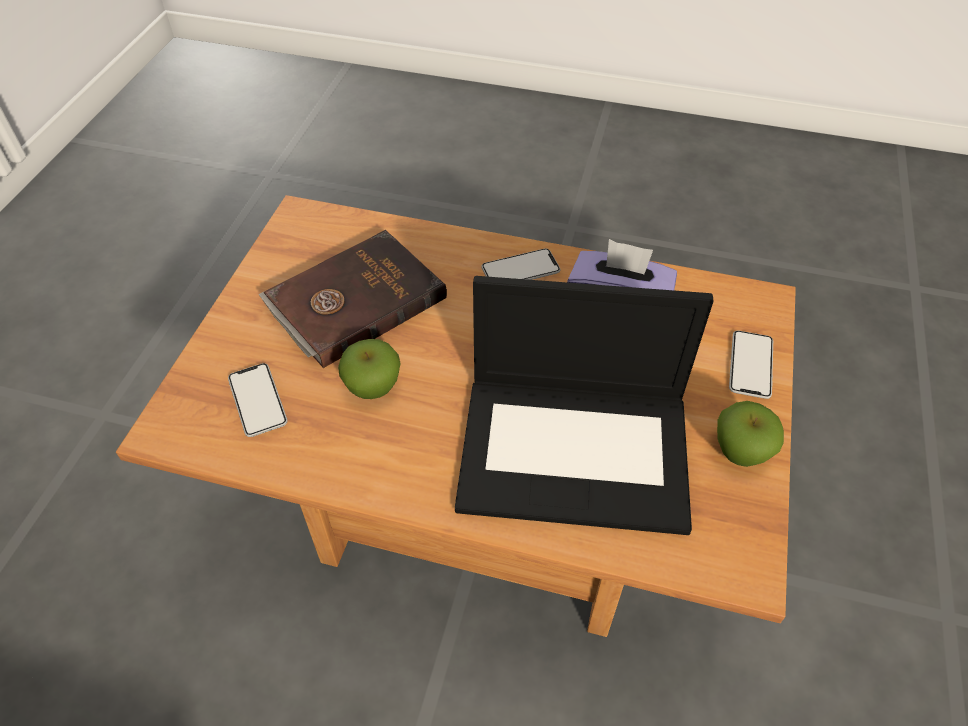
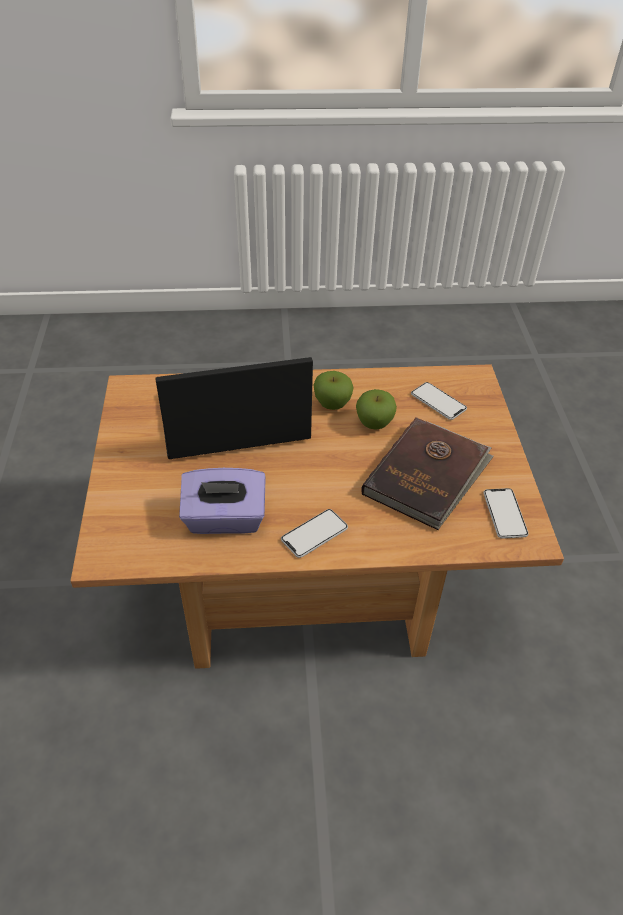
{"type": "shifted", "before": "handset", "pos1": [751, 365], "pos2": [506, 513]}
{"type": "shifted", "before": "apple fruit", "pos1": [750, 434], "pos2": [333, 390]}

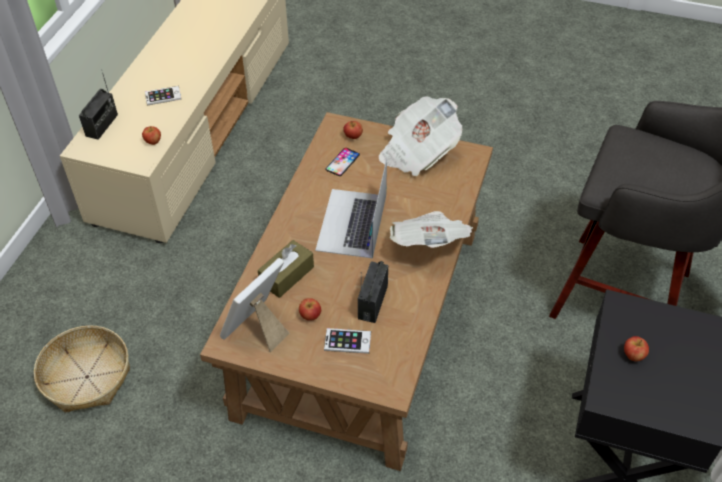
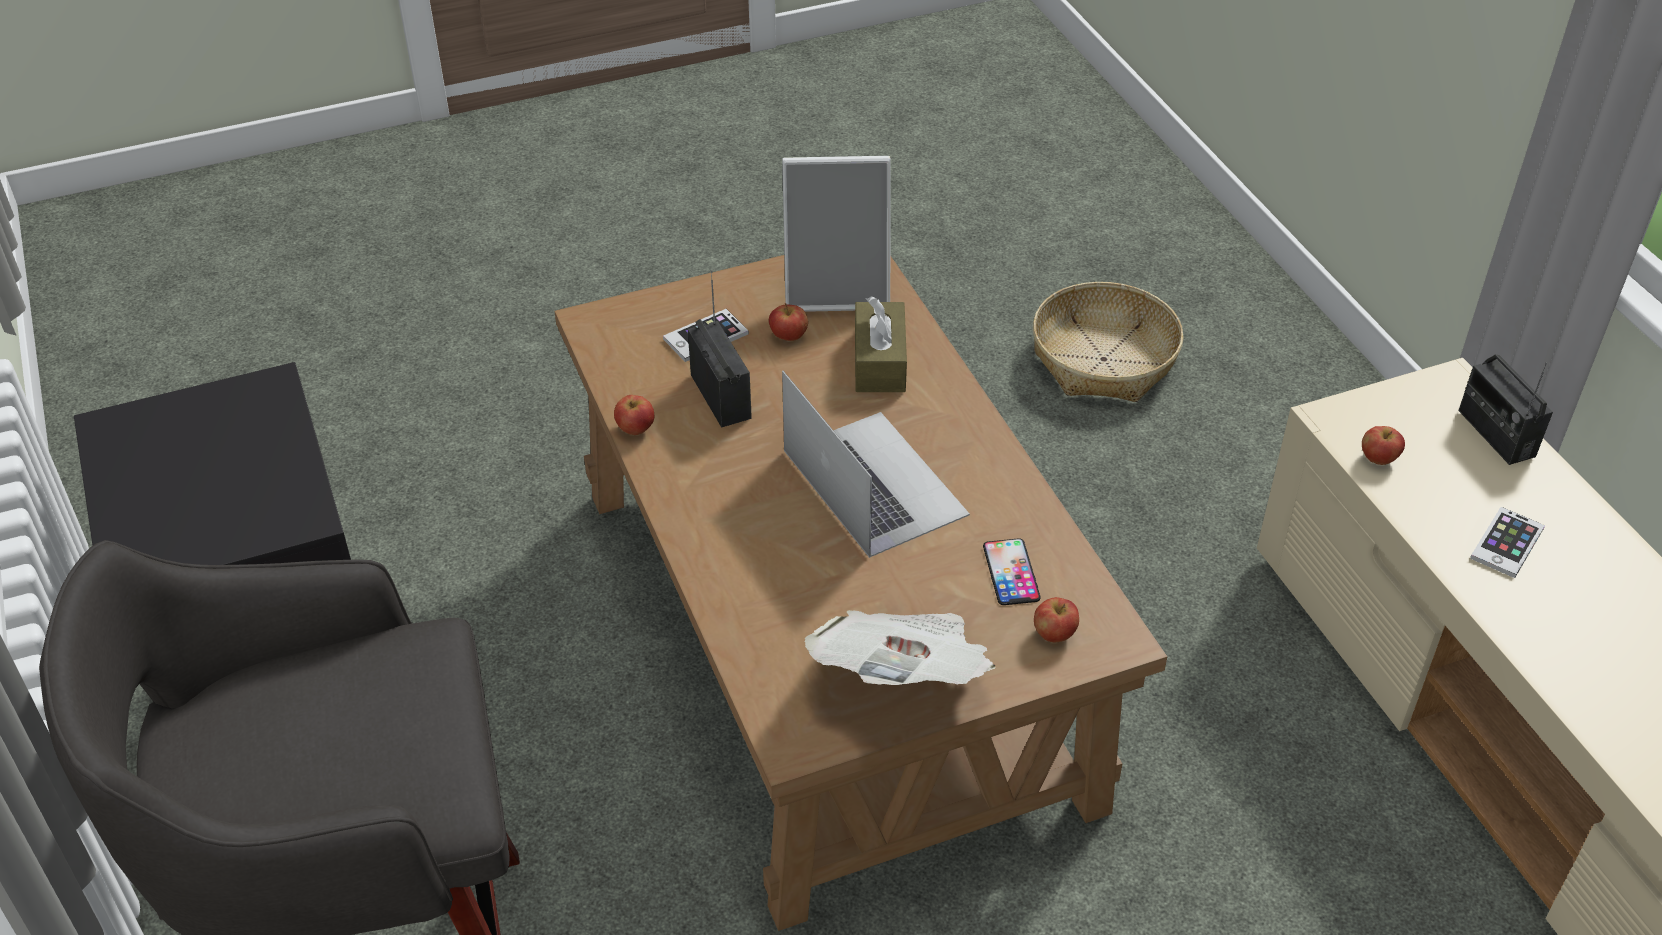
{"type": "gone", "before": "newspaper", "pos1": [431, 229]}
{"type": "rotated", "before": "photo frame", "pos1": [255, 305], "pos2": [836, 234], "turn": 90}
{"type": "shifted", "before": "apple fruit", "pos1": [636, 348], "pos2": [634, 415]}

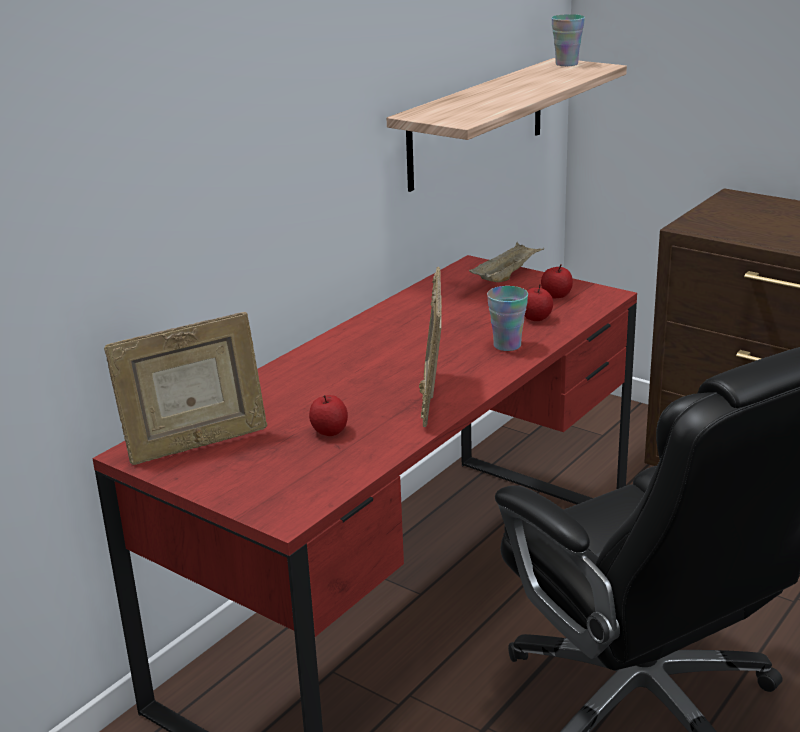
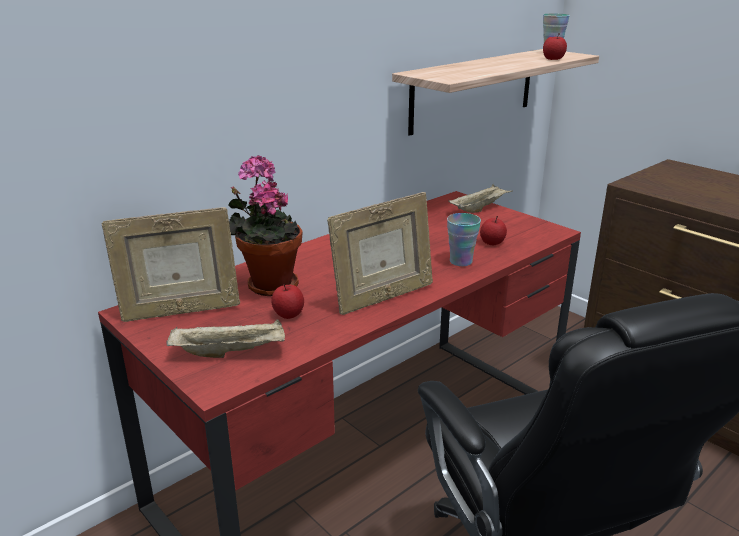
{"type": "shifted", "before": "apple fruit", "pos1": [557, 282], "pos2": [555, 46]}
{"type": "rotated", "before": "photo frame", "pos1": [430, 347], "pos2": [380, 253], "turn": -135}
{"type": "new", "after": "plant in a pot", "pos2": [265, 225]}
{"type": "new", "after": "beige-coloured tray", "pos2": [225, 338]}

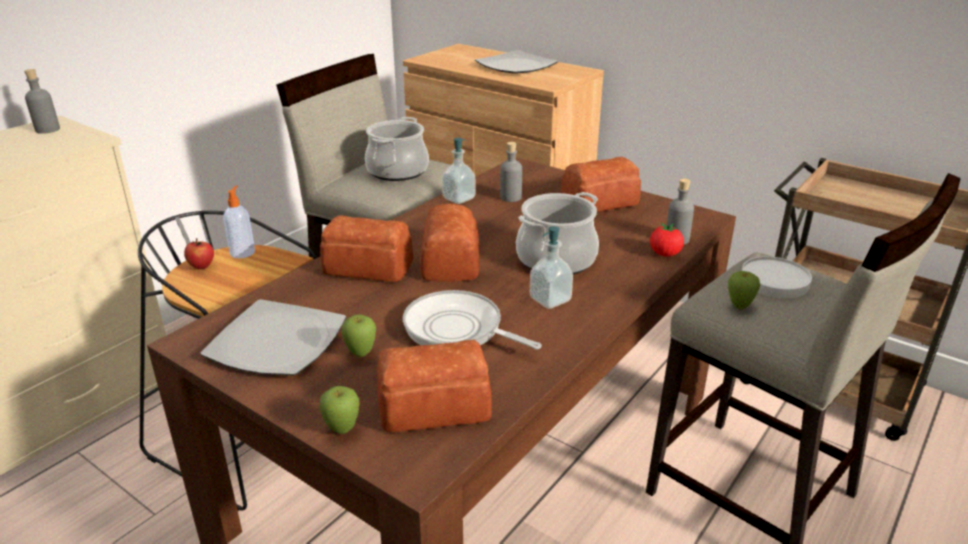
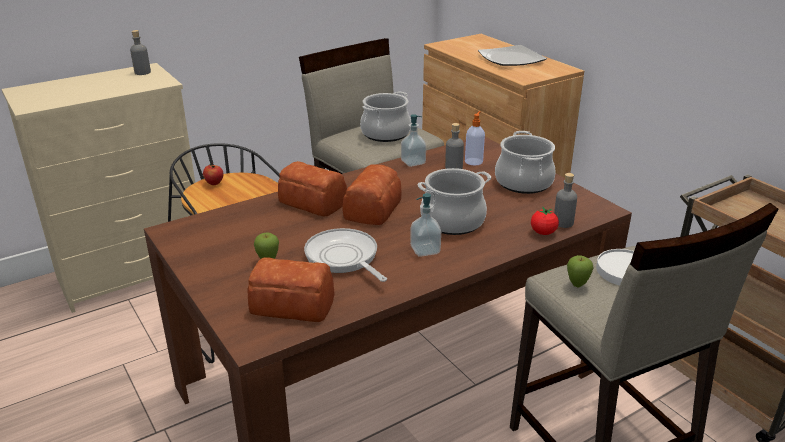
{"type": "swapped", "before": "bakery bread", "after": "stockpot", "pos1": [601, 184], "pos2": [525, 162]}
{"type": "shifted", "before": "liquid soap bottle", "pos1": [239, 221], "pos2": [475, 138]}
{"type": "gone", "before": "flat dish", "pos1": [273, 337]}
{"type": "gone", "before": "apple fruit", "pos1": [339, 410]}

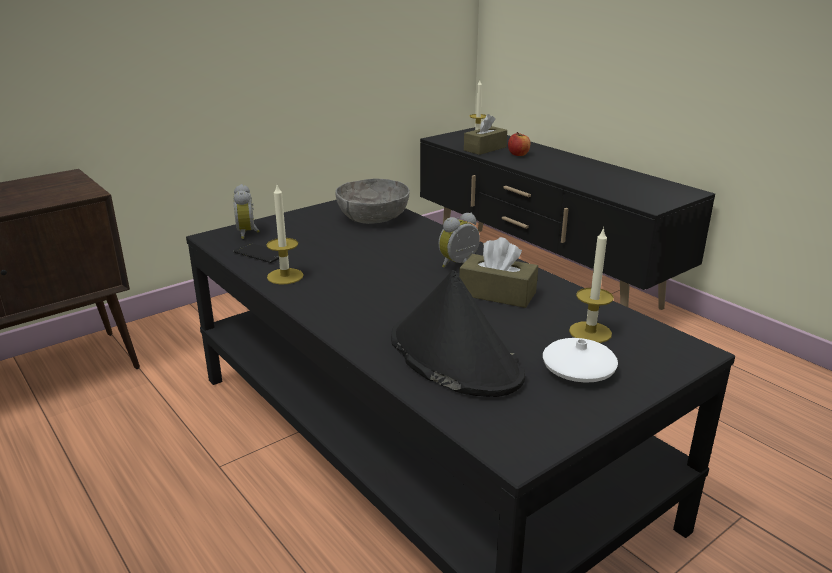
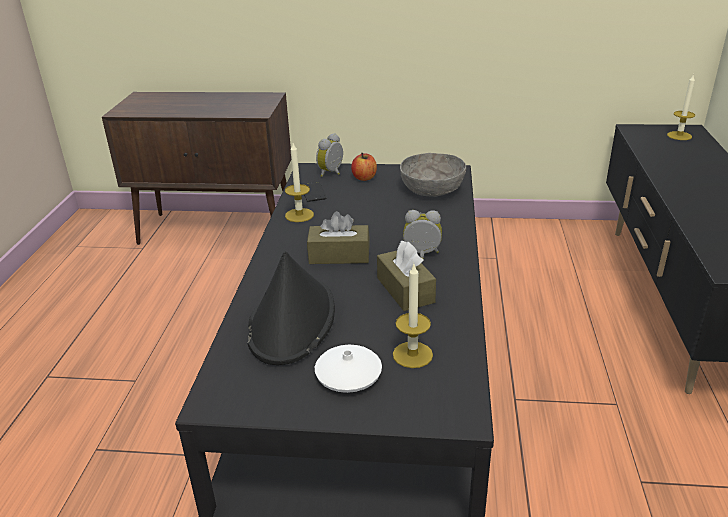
{"type": "shifted", "before": "brownish box of tissues", "pos1": [485, 134], "pos2": [338, 237]}
{"type": "shifted", "before": "apple fruit", "pos1": [519, 144], "pos2": [364, 167]}

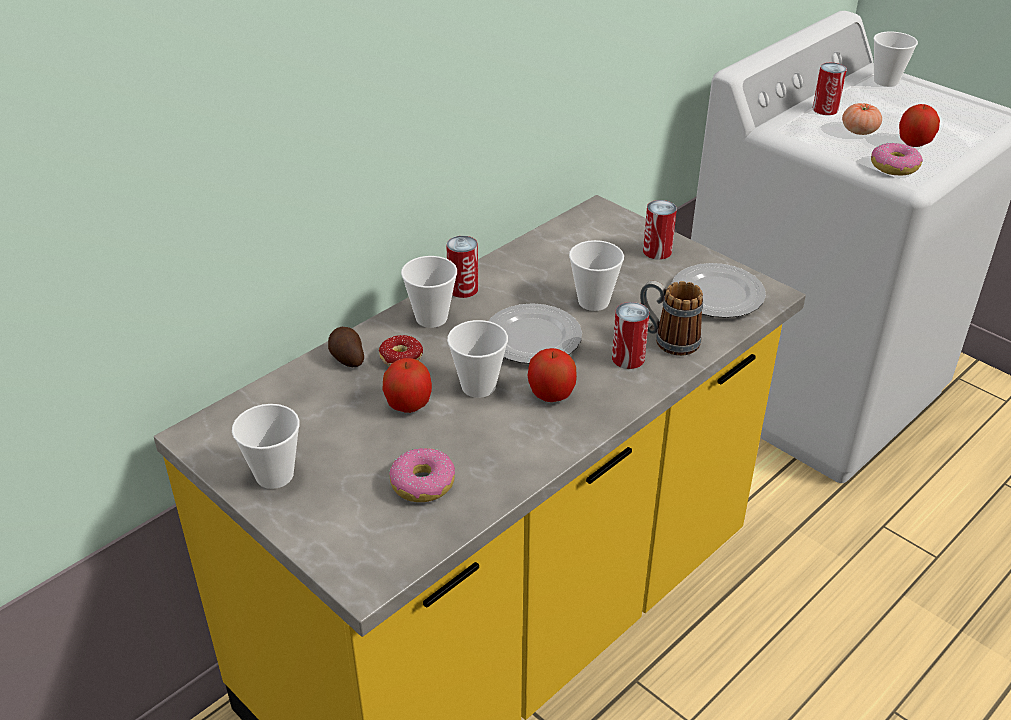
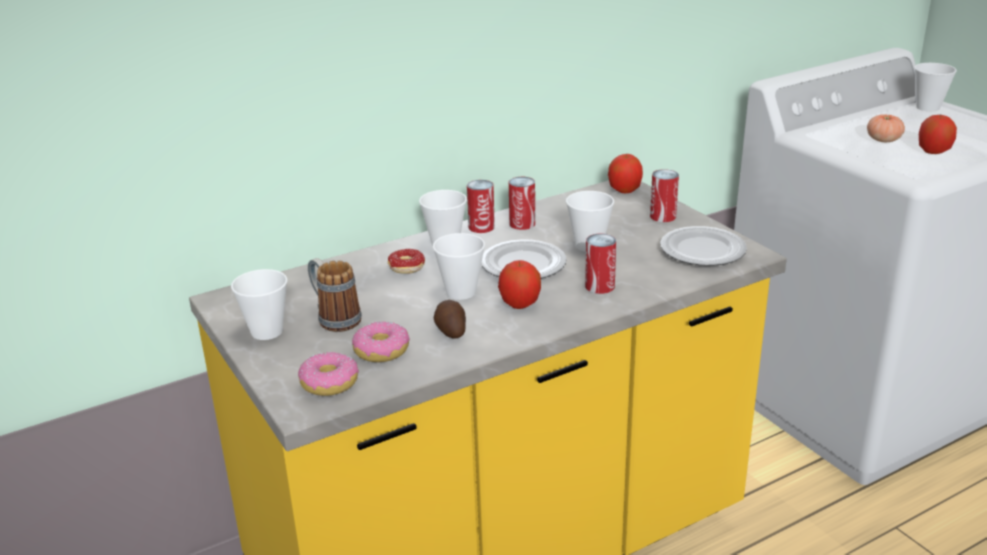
{"type": "shifted", "before": "can", "pos1": [830, 89], "pos2": [522, 203]}
{"type": "shifted", "before": "donut", "pos1": [897, 159], "pos2": [328, 373]}
{"type": "shifted", "before": "tea mug", "pos1": [671, 318], "pos2": [335, 295]}
{"type": "shifted", "before": "whole potato", "pos1": [346, 347], "pos2": [450, 319]}
{"type": "shifted", "before": "apple fruit", "pos1": [407, 385], "pos2": [625, 173]}

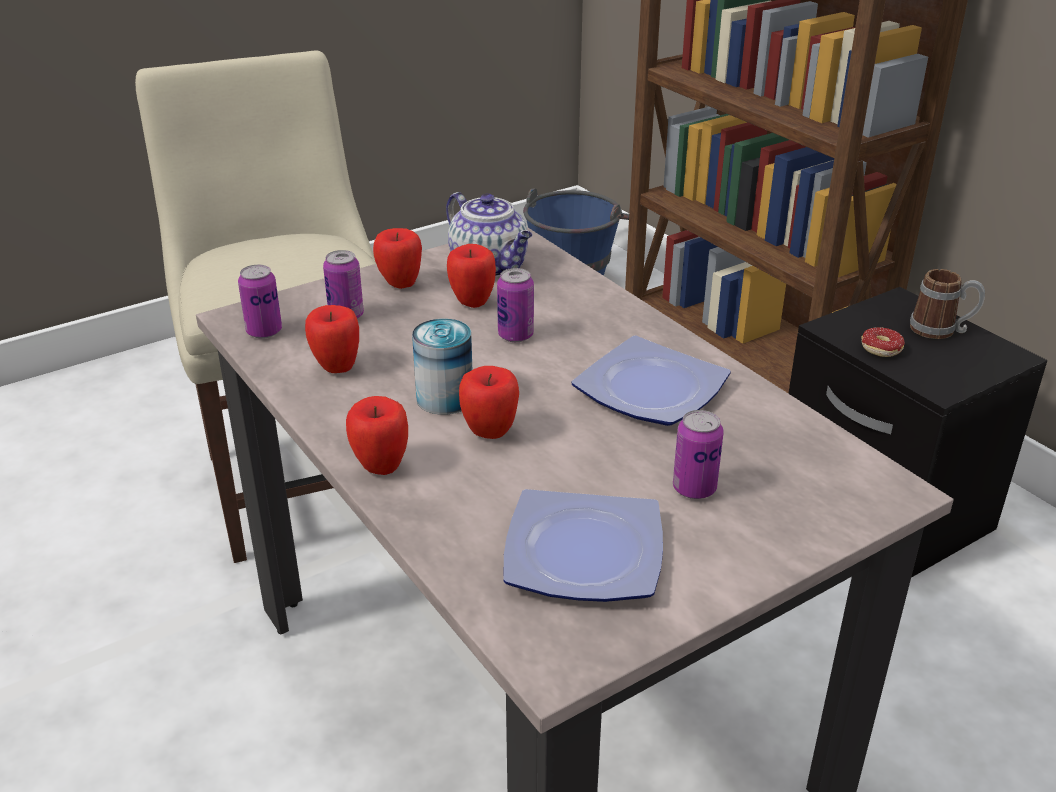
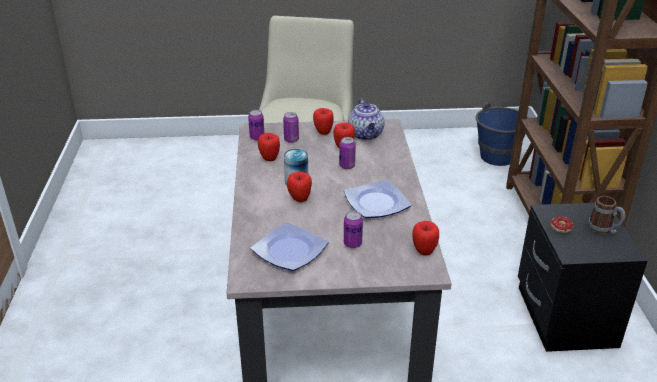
{"type": "shifted", "before": "apple fruit", "pos1": [377, 435], "pos2": [425, 238]}

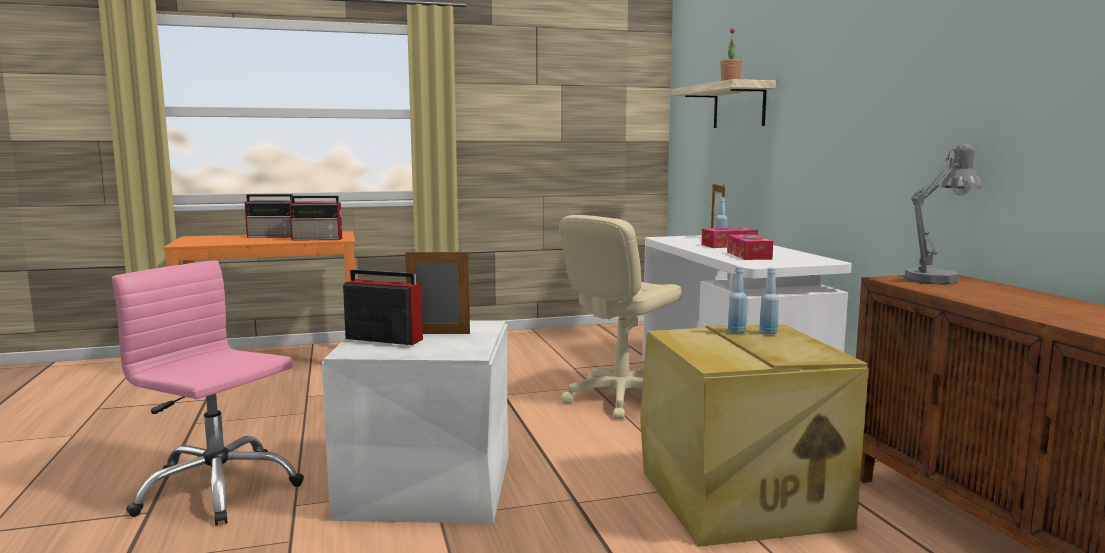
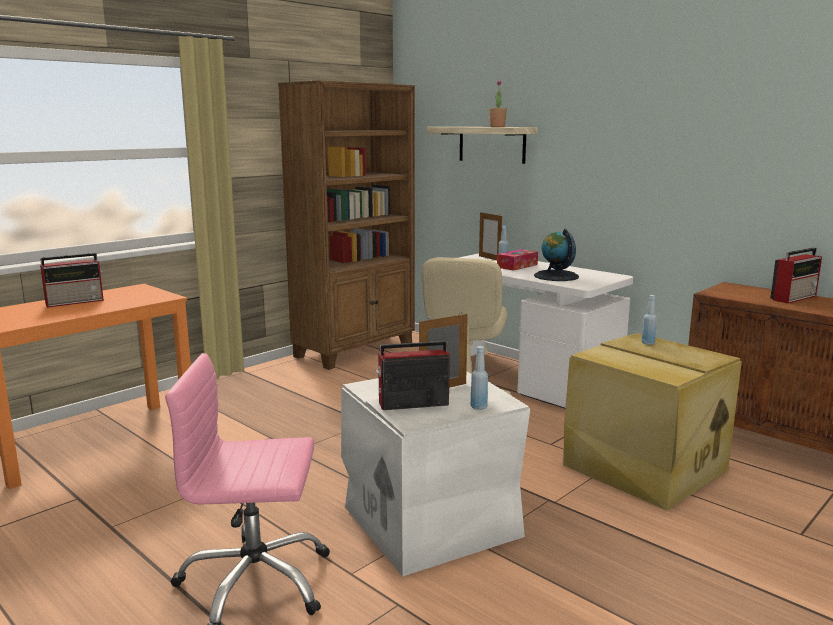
{"type": "gone", "before": "grey tabletop lamp", "pos1": [943, 214]}
{"type": "shifted", "before": "radio receiver", "pos1": [316, 218], "pos2": [796, 275]}
{"type": "swapped", "before": "box of tissues", "after": "globe", "pos1": [750, 247], "pos2": [556, 255]}
{"type": "shifted", "before": "bluish beverage bottle", "pos1": [737, 299], "pos2": [479, 378]}
{"type": "new", "after": "brownish bookshelf", "pos2": [346, 225]}

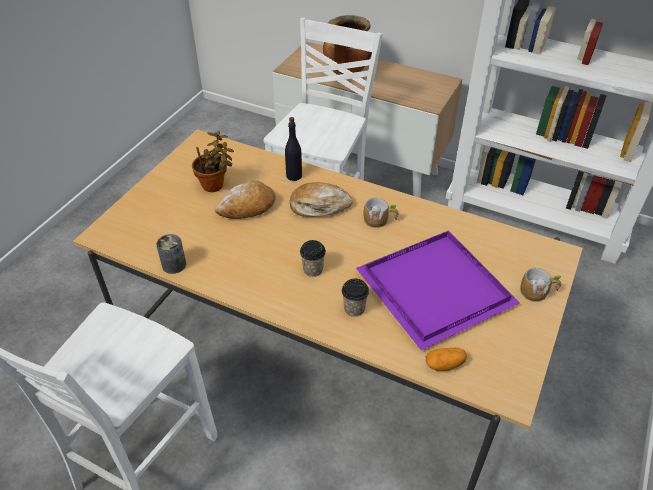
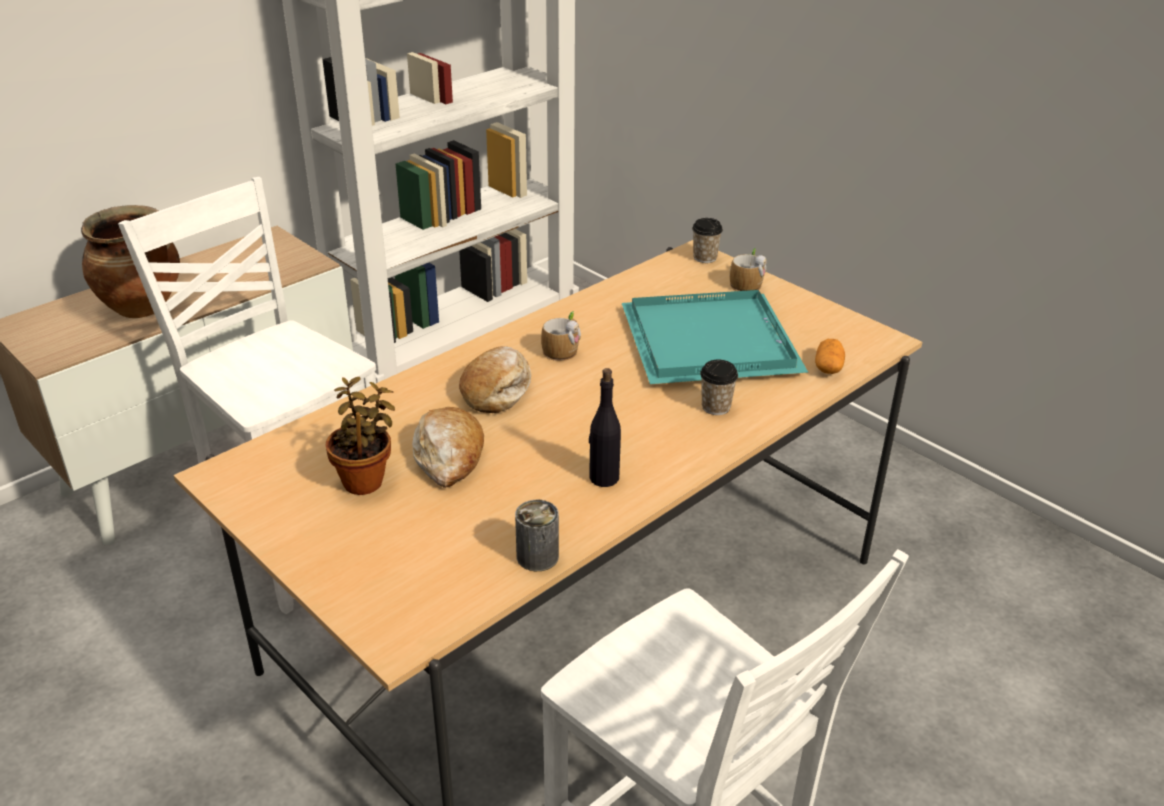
{"type": "shifted", "before": "blackish beverage bottle", "pos1": [293, 149], "pos2": [605, 427]}
{"type": "repainted", "before": "purplish tray", "after": "turquoise-coloured tray", "pos1": [438, 290], "pos2": [715, 337]}
{"type": "shifted", "before": "cup", "pos1": [313, 258], "pos2": [707, 240]}

